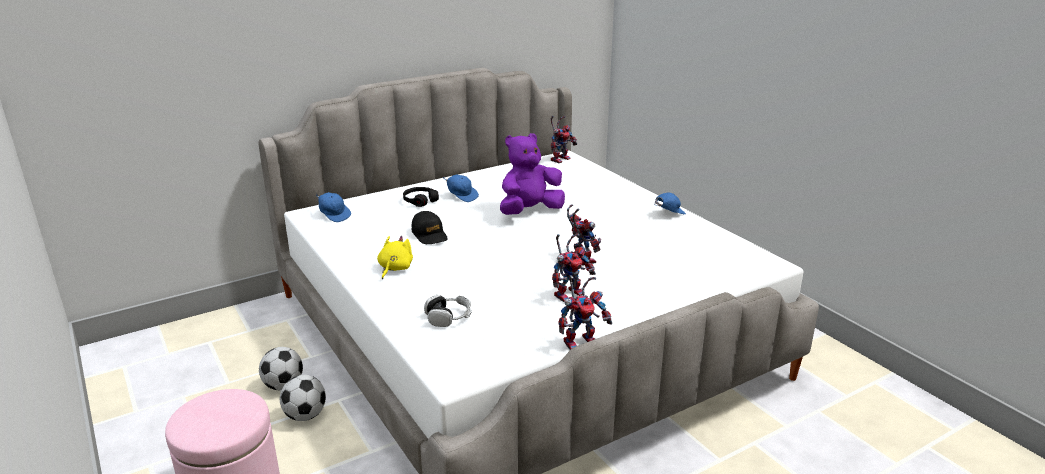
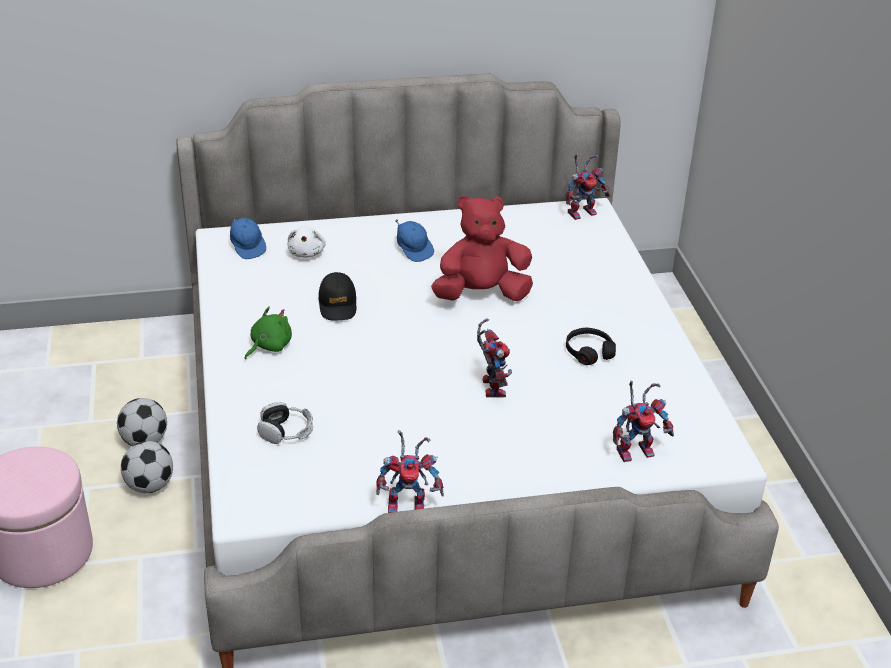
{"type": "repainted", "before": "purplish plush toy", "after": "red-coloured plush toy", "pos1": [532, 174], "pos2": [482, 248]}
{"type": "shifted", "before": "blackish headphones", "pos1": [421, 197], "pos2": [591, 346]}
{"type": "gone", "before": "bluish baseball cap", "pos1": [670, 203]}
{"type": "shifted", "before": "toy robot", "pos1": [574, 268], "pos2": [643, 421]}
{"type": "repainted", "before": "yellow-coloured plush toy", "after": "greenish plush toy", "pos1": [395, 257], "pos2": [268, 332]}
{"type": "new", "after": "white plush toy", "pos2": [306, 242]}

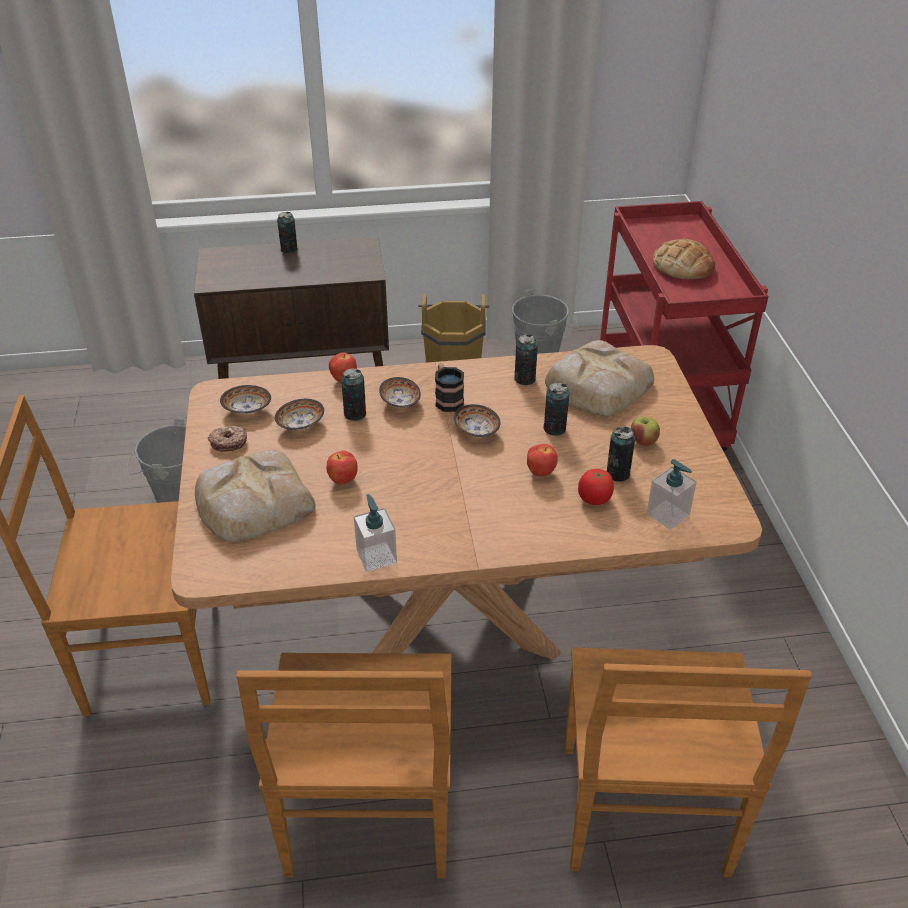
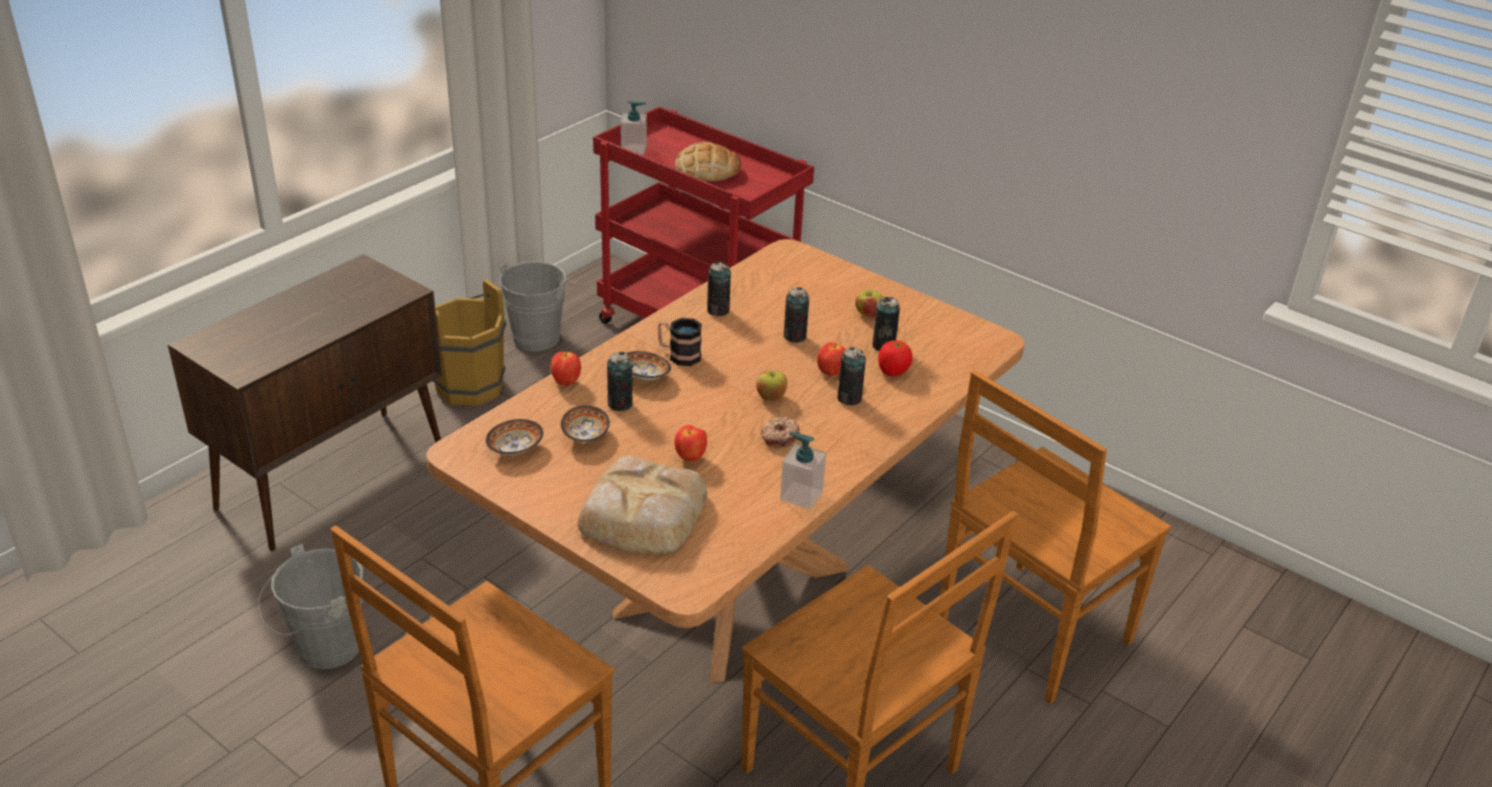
{"type": "shifted", "before": "can", "pos1": [287, 232], "pos2": [851, 376]}
{"type": "gone", "before": "bakery bread", "pos1": [599, 378]}
{"type": "gone", "before": "bowl", "pos1": [477, 420]}
{"type": "shifted", "before": "donut", "pos1": [227, 438], "pos2": [780, 432]}
{"type": "shifted", "before": "liquid soap bottle", "pos1": [672, 494], "pos2": [634, 128]}
{"type": "rotated", "before": "brownish chair", "pos1": [688, 762], "pos2": [1055, 537], "turn": 90}
{"type": "new", "after": "apple fruit", "pos2": [771, 385]}

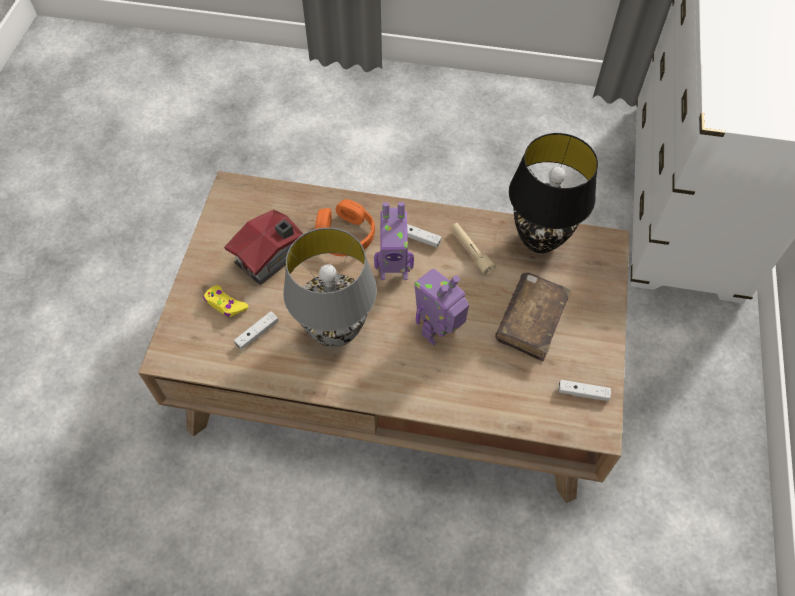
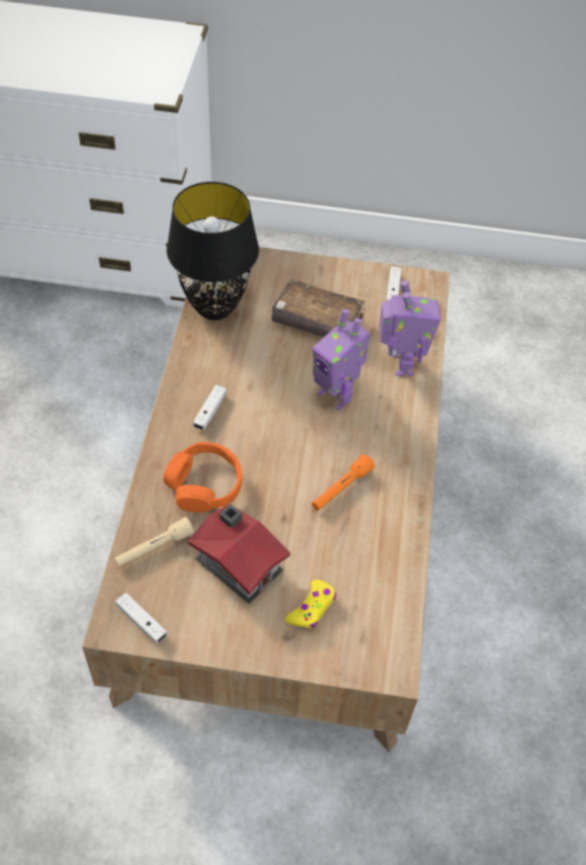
{"type": "shifted", "before": "toy robot", "pos1": [394, 241], "pos2": [410, 328]}
{"type": "shifted", "before": "beige-coloured flashlight", "pos1": [474, 249], "pos2": [154, 542]}
{"type": "swapped", "before": "grey tabletop lamp", "after": "orange-coloured flashlight", "pos1": [330, 287], "pos2": [343, 482]}
{"type": "shifted", "before": "white joypad", "pos1": [256, 330], "pos2": [141, 618]}

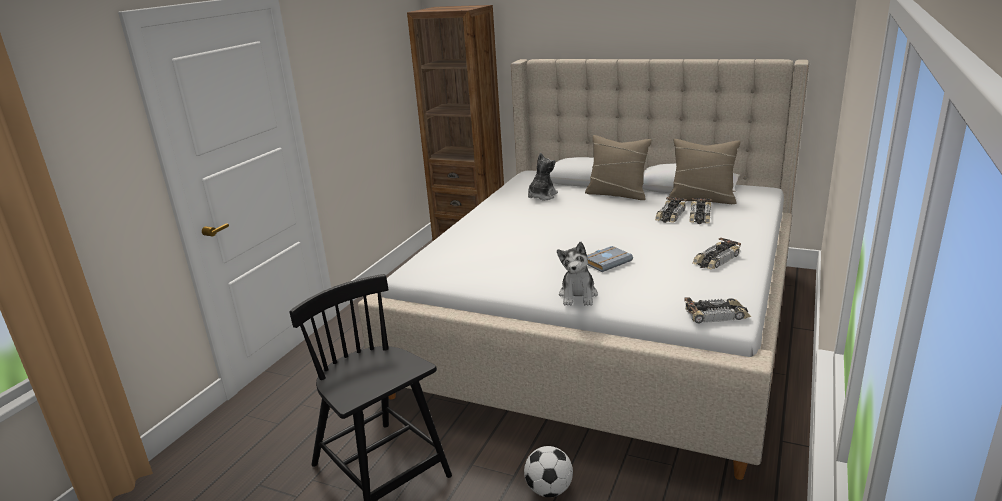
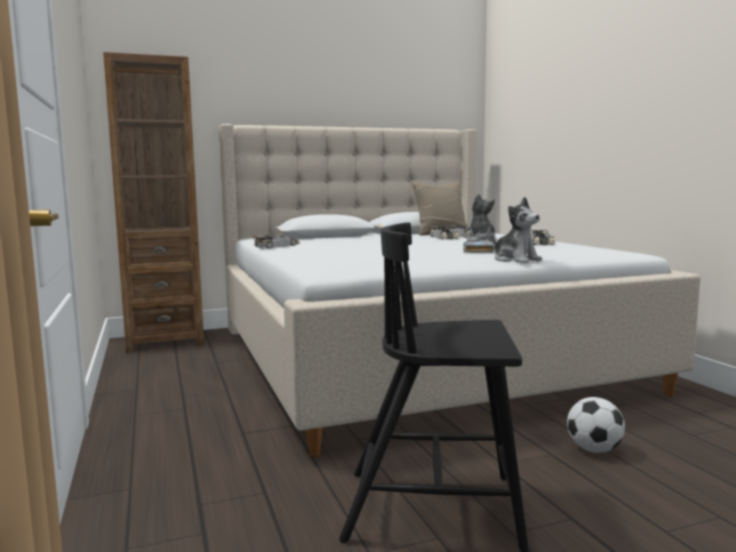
{"type": "gone", "before": "beige-coloured throw pillow", "pos1": [618, 167]}
{"type": "shifted", "before": "plush toy", "pos1": [543, 176], "pos2": [481, 217]}
{"type": "shifted", "before": "miniature car", "pos1": [717, 310], "pos2": [276, 241]}

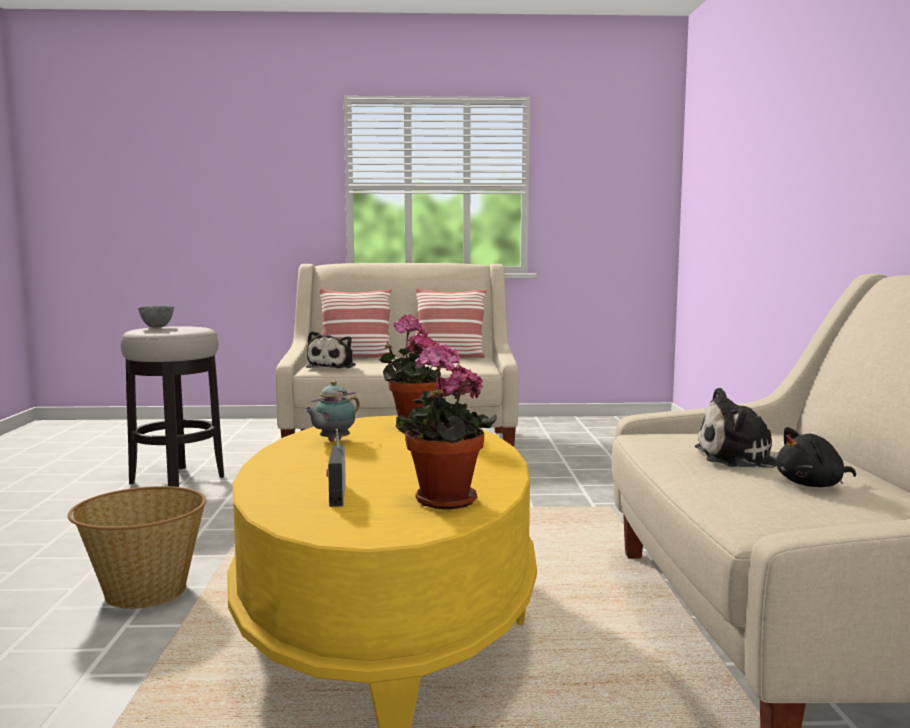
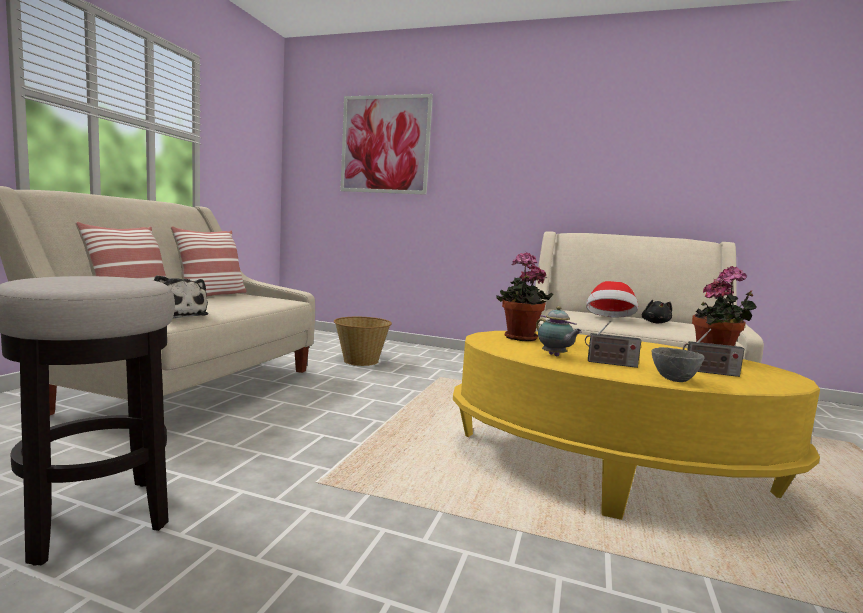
{"type": "shifted", "before": "grey bowl", "pos1": [156, 316], "pos2": [678, 364]}
{"type": "swapped", "before": "plush toy", "after": "wearable hat", "pos1": [737, 428], "pos2": [612, 299]}
{"type": "shifted", "before": "basket", "pos1": [137, 547], "pos2": [363, 341]}
{"type": "new", "after": "wall art", "pos2": [386, 144]}
{"type": "new", "after": "radio receiver", "pos2": [613, 344]}

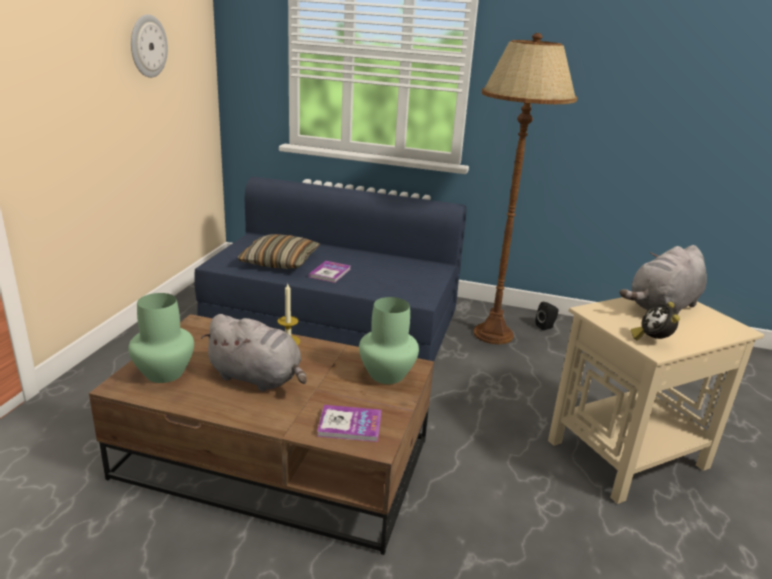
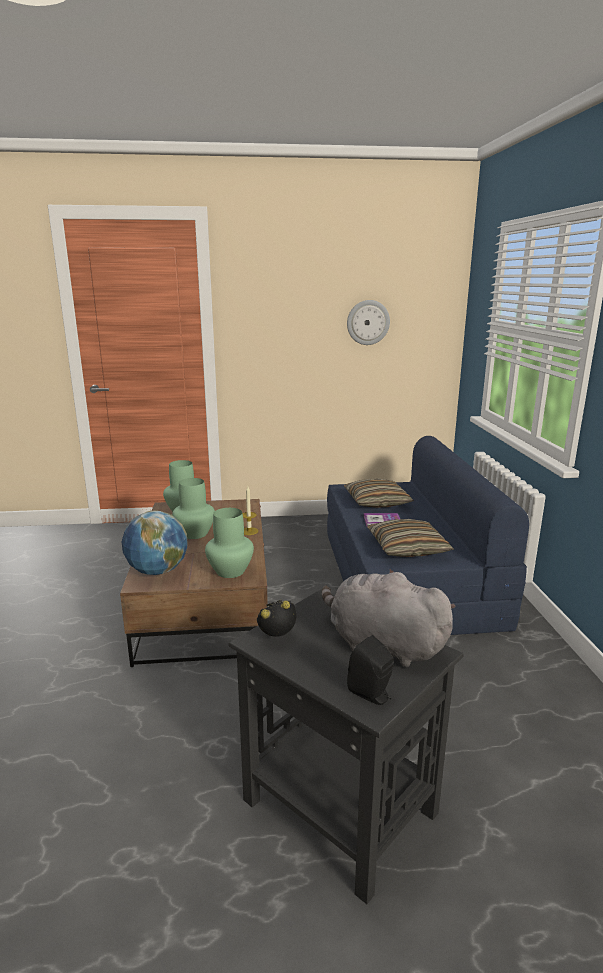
{"type": "gone", "before": "brownish standard lamp", "pos1": [526, 188]}
{"type": "repainted", "before": "beige-coloured end table", "after": "blackish end table", "pos1": [656, 400], "pos2": [346, 747]}
{"type": "shifted", "before": "blackish speaker", "pos1": [547, 316], "pos2": [370, 670]}
{"type": "swapped", "before": "grey plush toy", "after": "greenish decorative vase", "pos1": [254, 353], "pos2": [193, 508]}
{"type": "swapped", "before": "book", "after": "globe", "pos1": [349, 423], "pos2": [155, 543]}
{"type": "new", "after": "throw pillow", "pos2": [410, 538]}

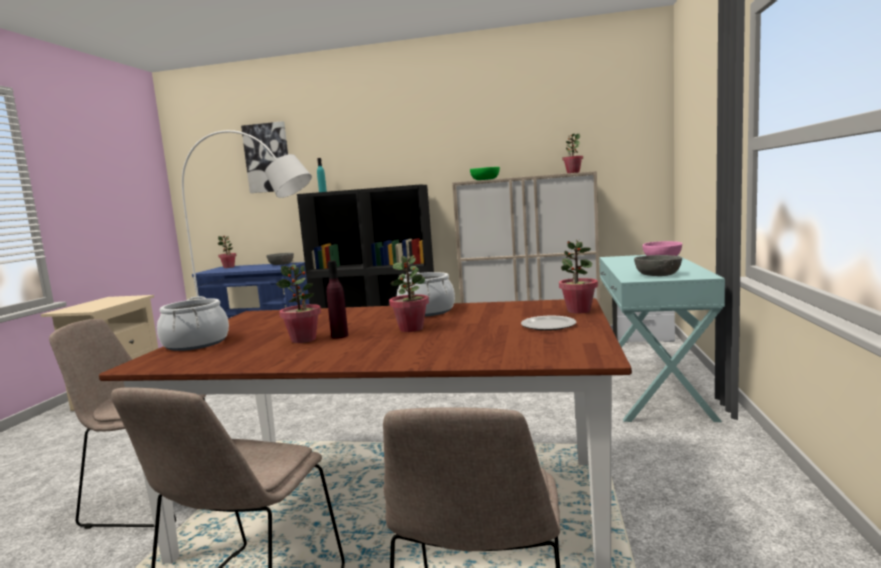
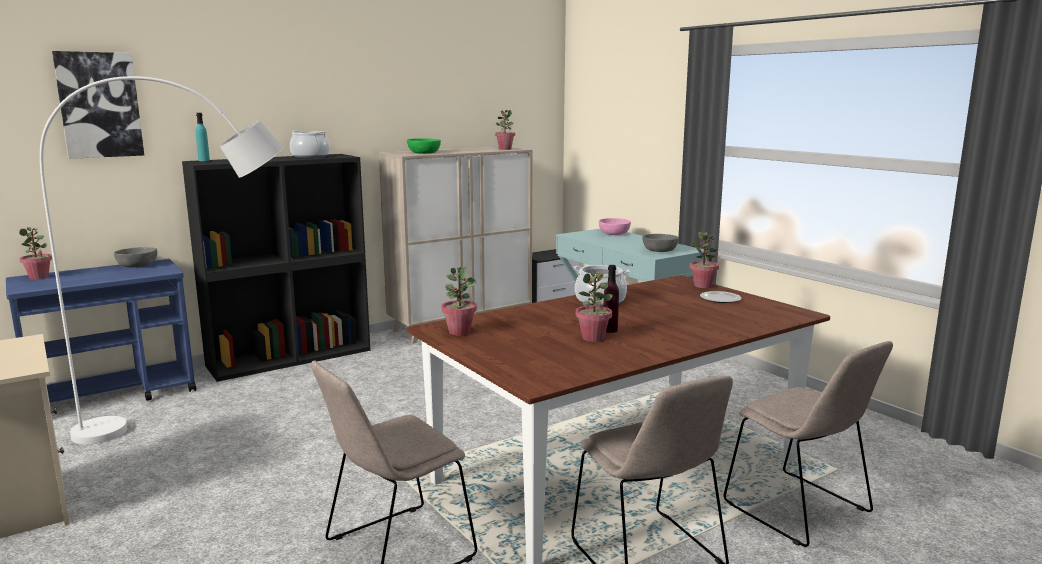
{"type": "shifted", "before": "plant in a pot", "pos1": [409, 293], "pos2": [459, 301]}
{"type": "shifted", "before": "stockpot", "pos1": [193, 323], "pos2": [310, 144]}

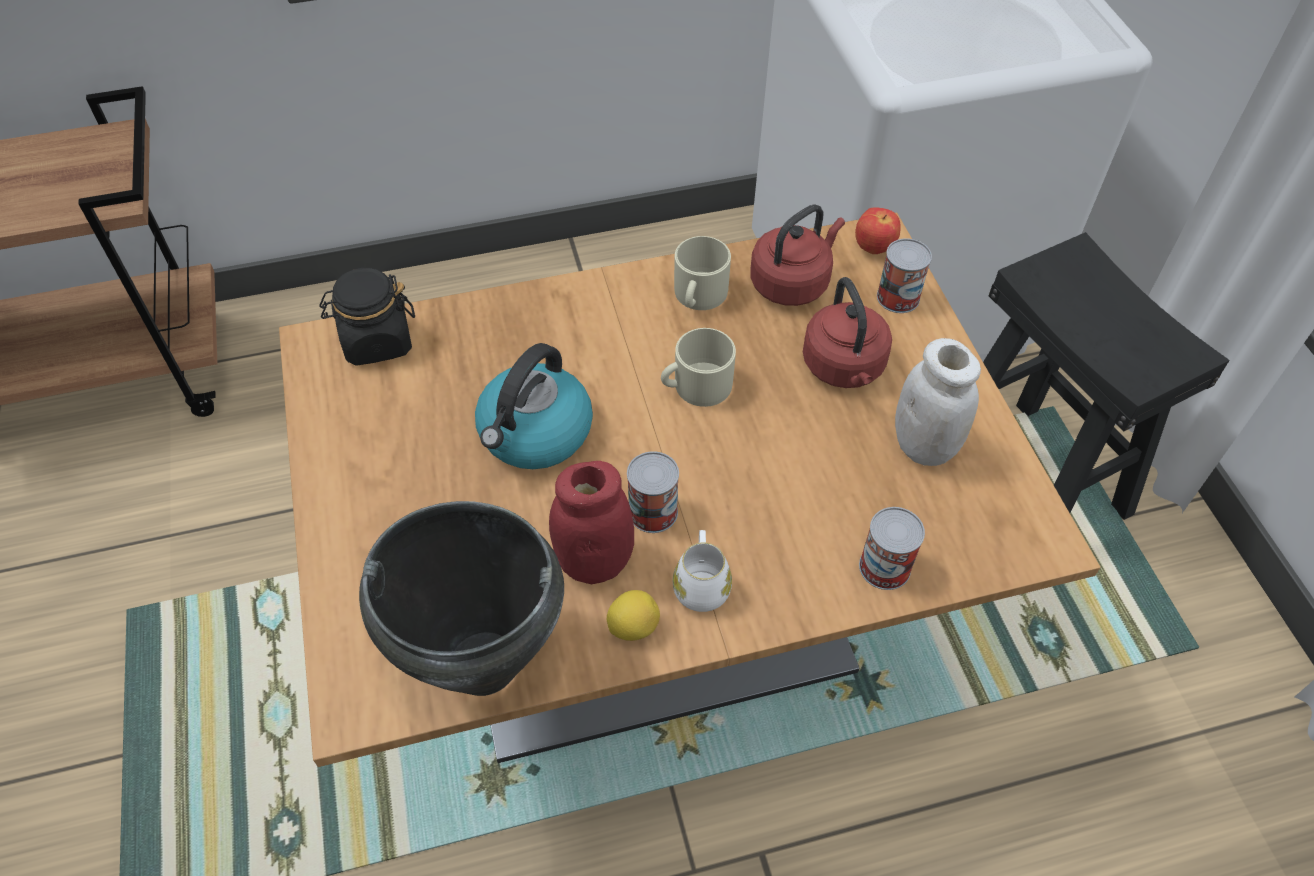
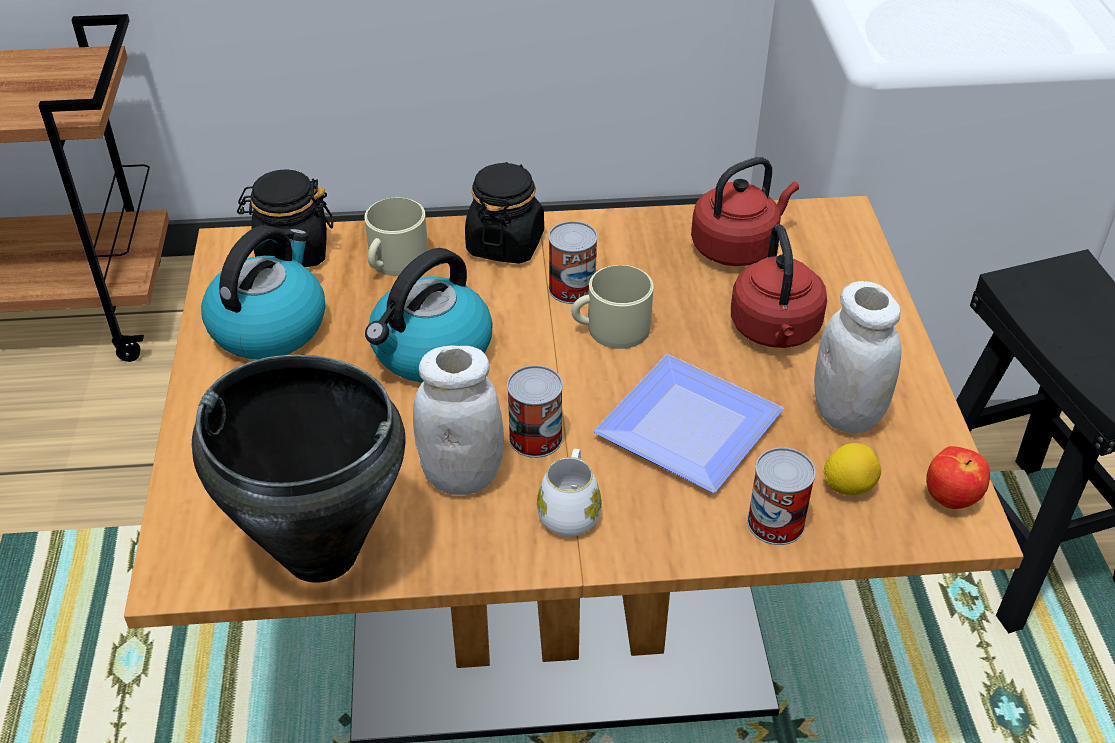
{"type": "shifted", "before": "apple fruit", "pos1": [878, 231], "pos2": [958, 477]}
{"type": "shifted", "before": "beige-coloured tea mug", "pos1": [702, 273], "pos2": [396, 237]}
{"type": "shifted", "before": "can", "pos1": [904, 275], "pos2": [573, 262]}
{"type": "repainted", "before": "red-coloured jar", "after": "white jar", "pos1": [591, 522], "pos2": [458, 420]}
{"type": "shifted", "before": "citrus fruit", "pos1": [633, 615], "pos2": [852, 469]}
{"type": "new", "after": "blackish jar", "pos2": [504, 213]}
{"type": "new", "after": "tea kettle", "pos2": [263, 292]}
{"type": "new", "after": "flat dish", "pos2": [688, 423]}

